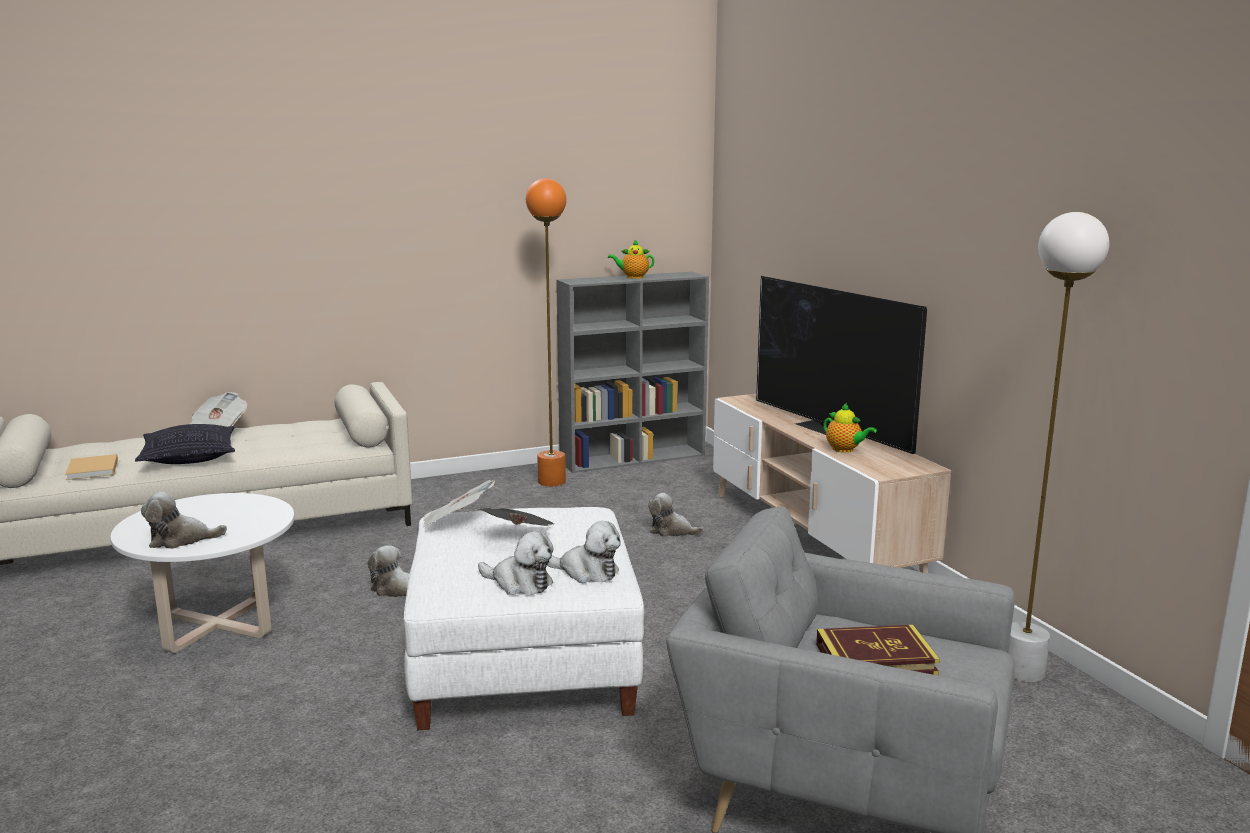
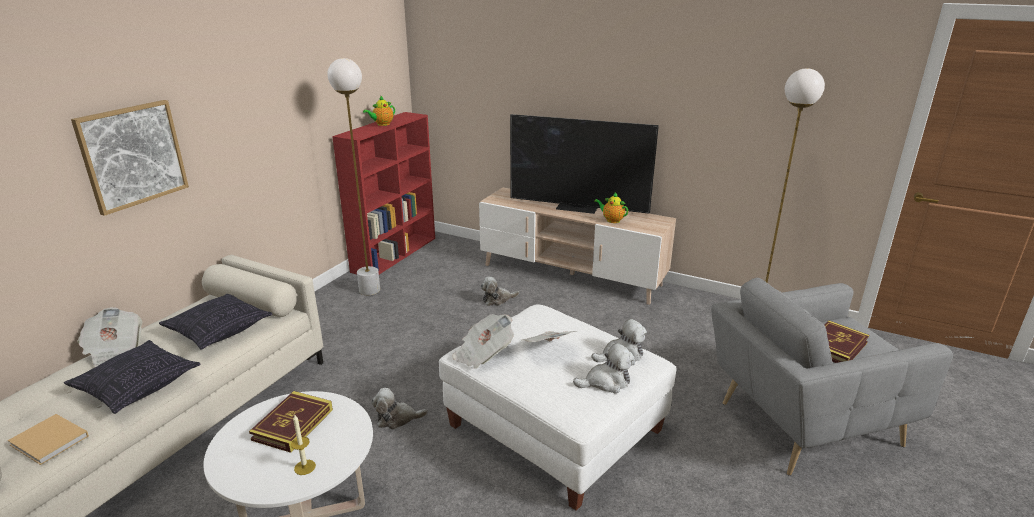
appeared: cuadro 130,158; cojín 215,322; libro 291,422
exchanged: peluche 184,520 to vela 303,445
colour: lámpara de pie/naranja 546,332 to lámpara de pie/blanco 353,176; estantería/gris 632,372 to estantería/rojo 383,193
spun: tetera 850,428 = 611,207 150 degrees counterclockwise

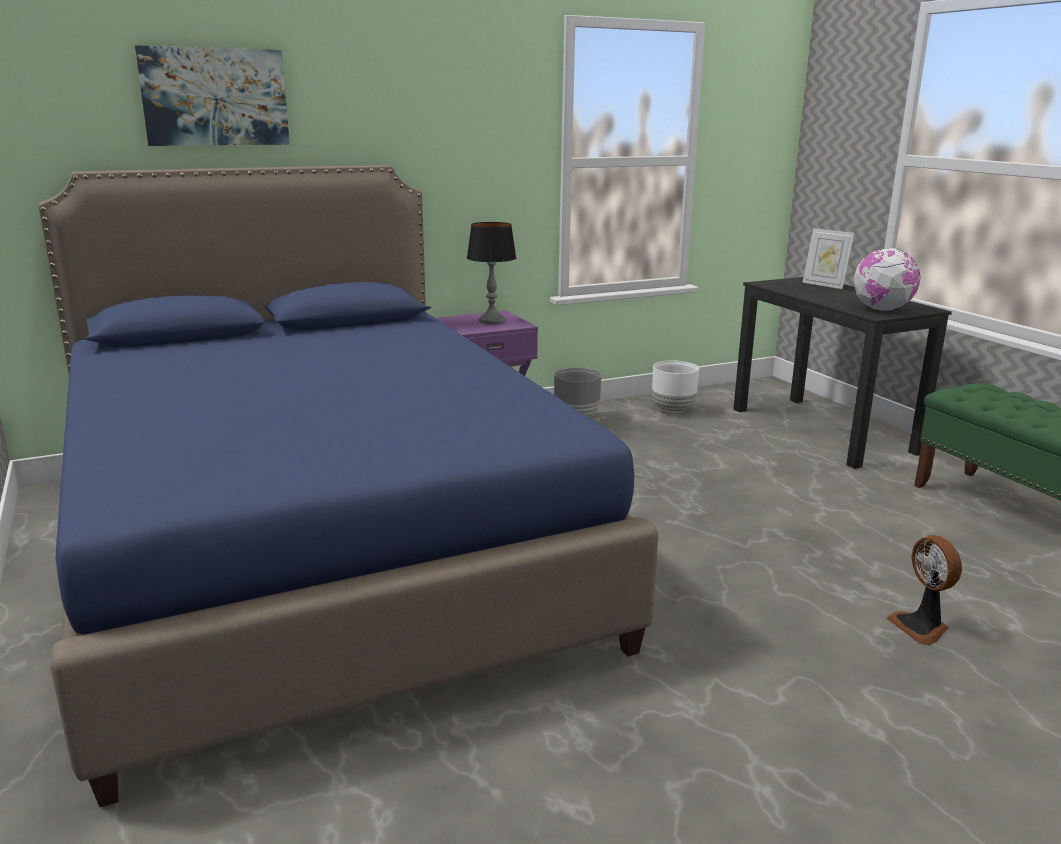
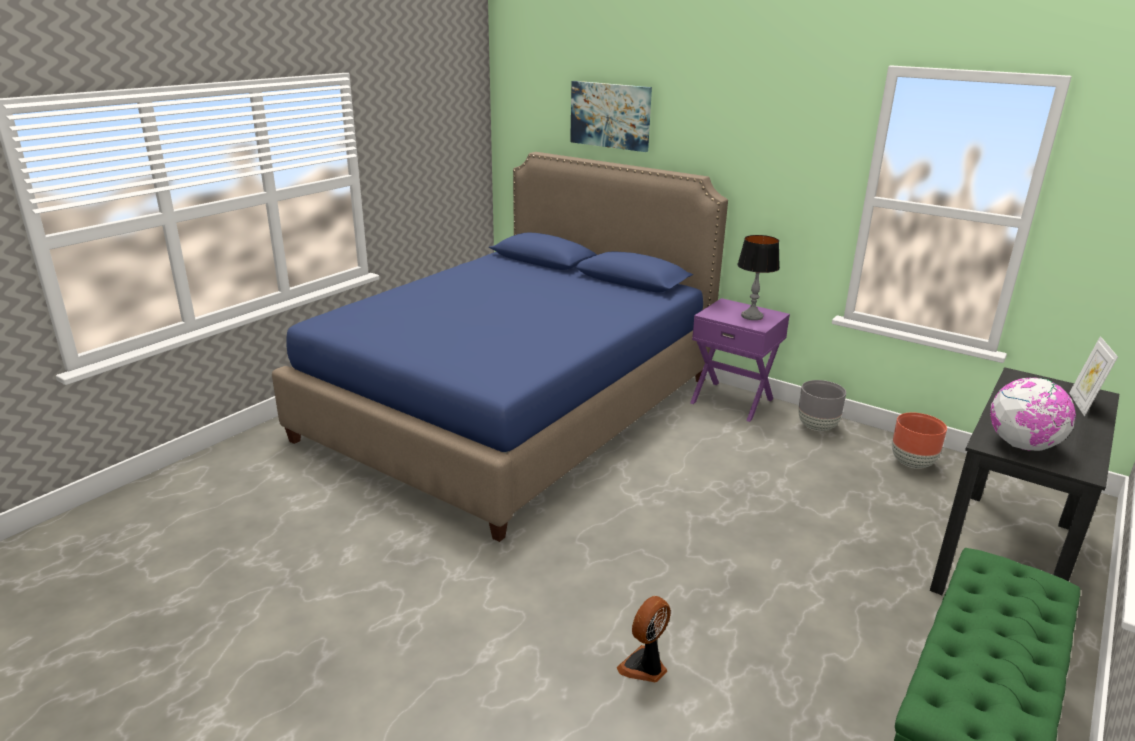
colour: maceta/blanco 675,387 to maceta/marrón 919,440

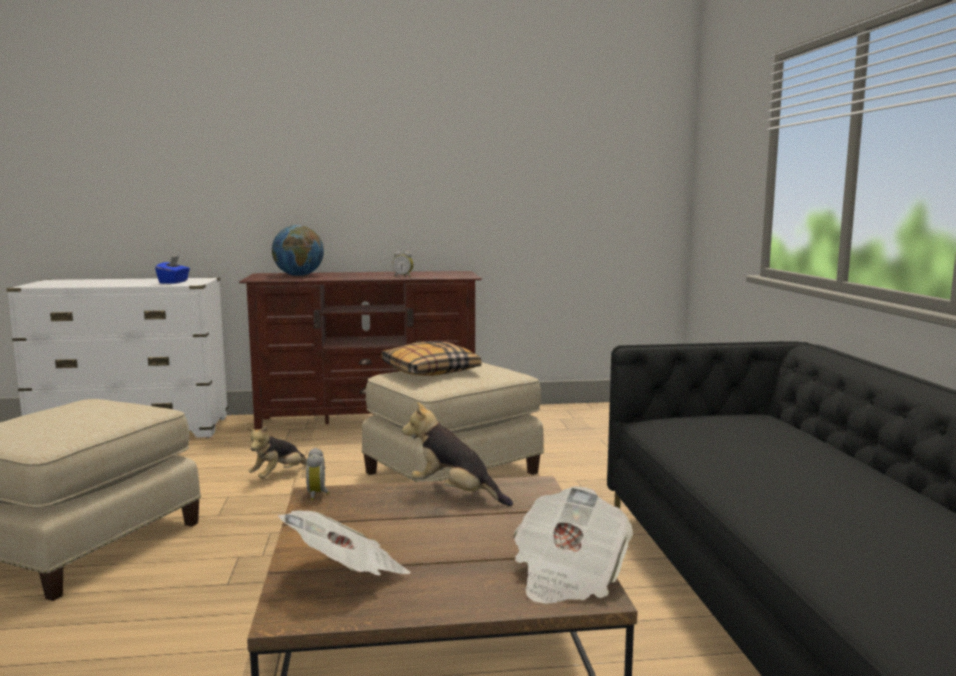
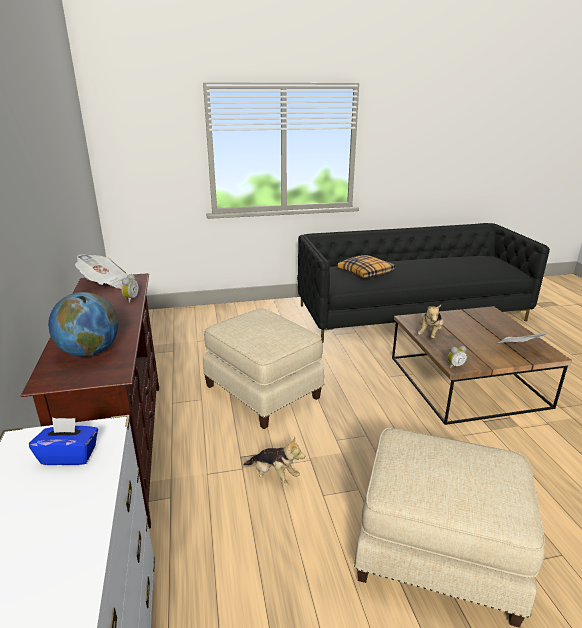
relocated: cojín 431,358 to 366,266; periódico 573,544 to 101,271

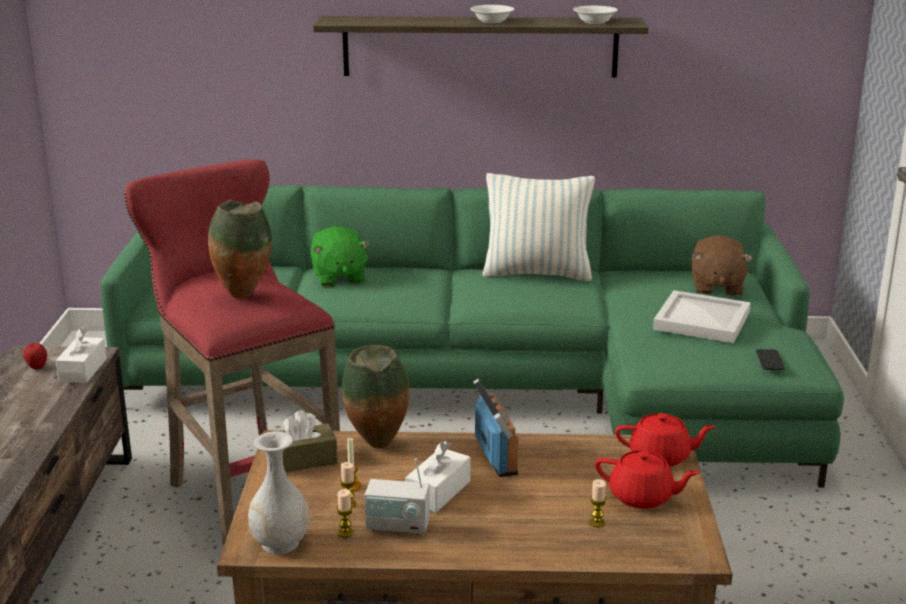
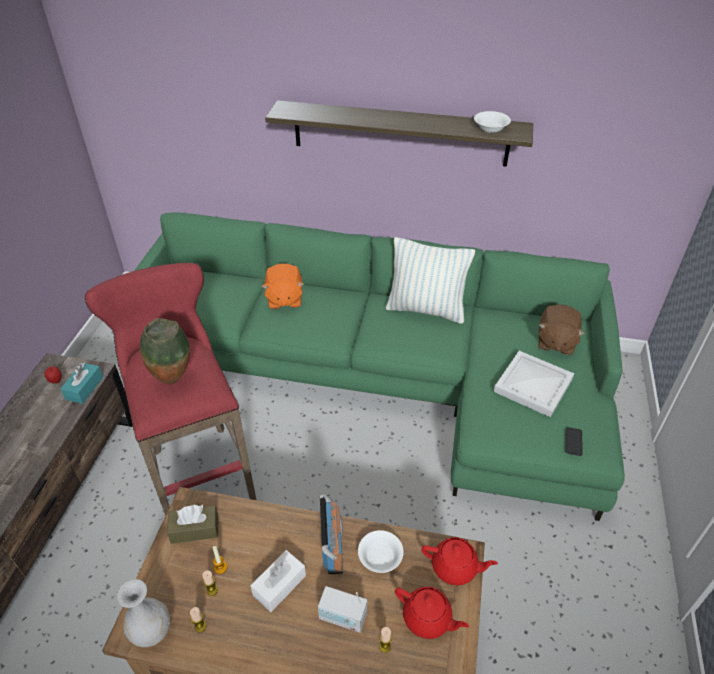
missing: florero 376,397
relocated: radio 397,496 to 342,609; cuenco/blanco 492,14 to 381,551
colour: caja de pañuelos/blanco 81,355 to caja de pañuelos/turquesa 81,383; peluche/verde 340,256 to peluche/naranja 283,286

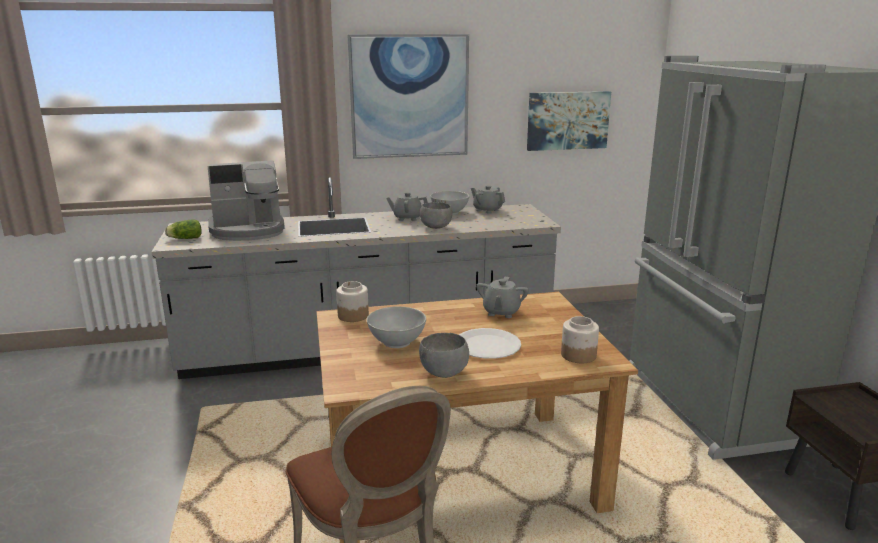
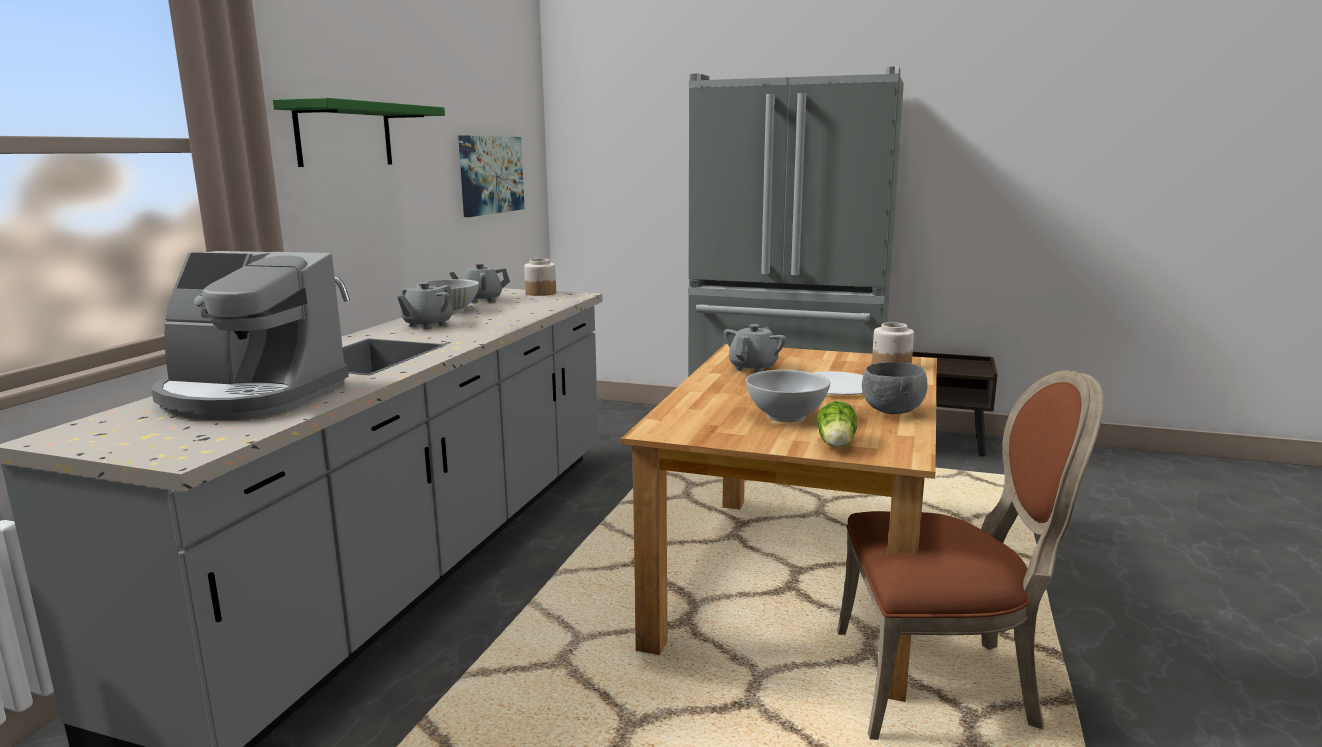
missing: cuenco/gris 436,215
relocated: lechuga 183,229 to 837,424; tarro 352,301 to 540,277
exchanged: cuadro 408,96 to estante/verde 359,132
spun: cafetera 246,200 = 250,335 90 degrees clockwise; tetera/gris 502,297 = 755,348 105 degrees counterclockwise

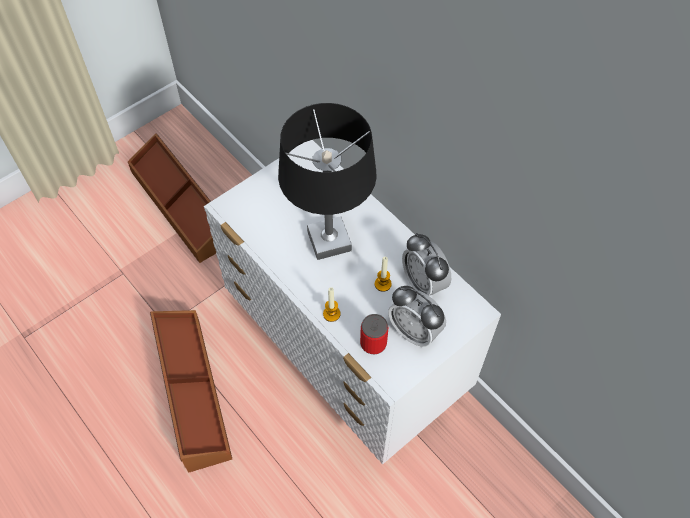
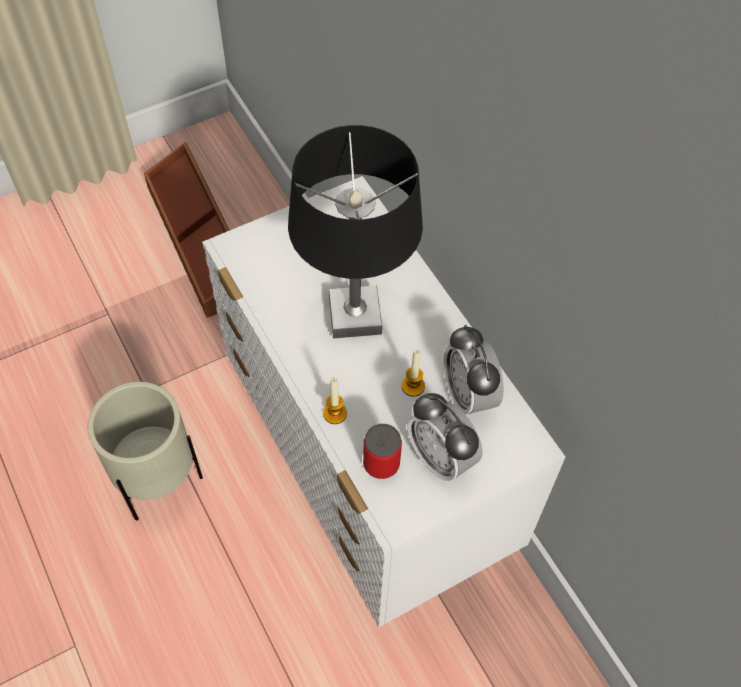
exchanged: caja de almacenaje/marrón 191,391 to maceta/beis 145,451

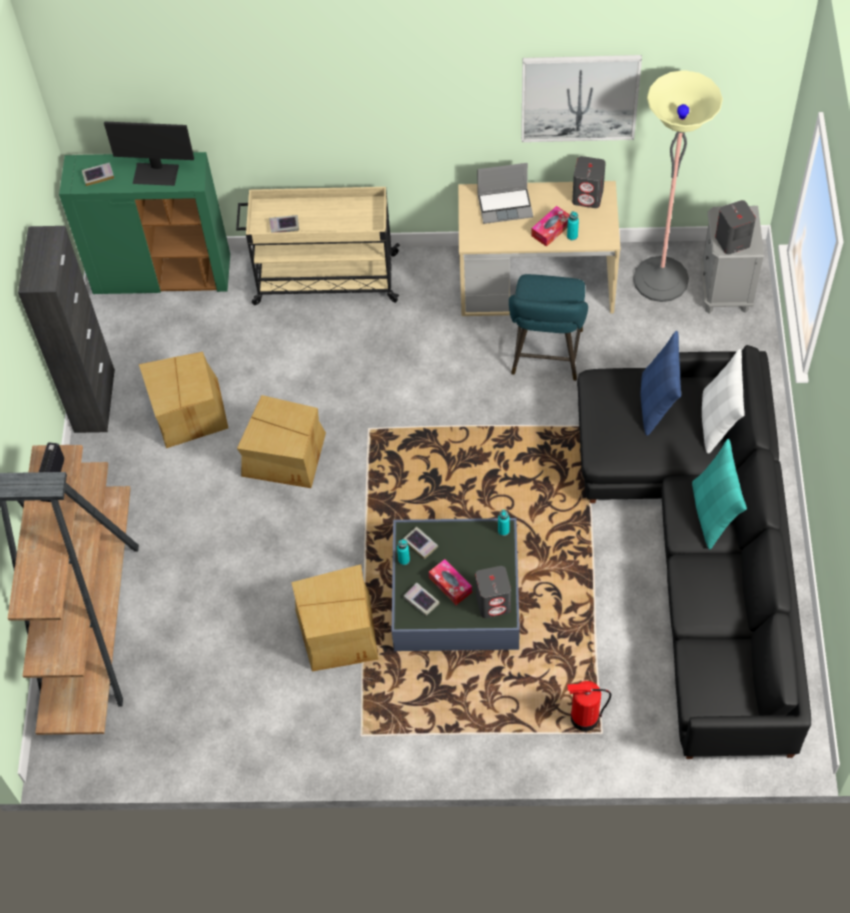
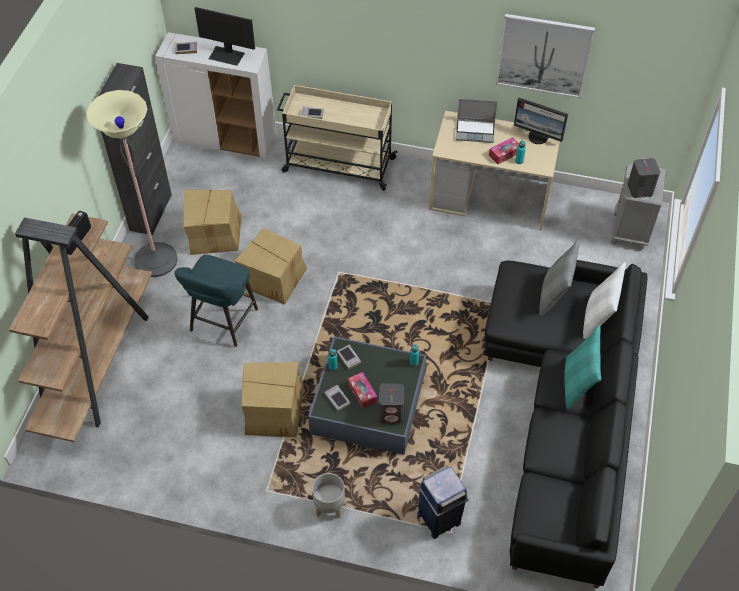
appeared: maceta/gris 328,496
relocated: taburete/turquesa 548,327 to 216,301; lámpara de pie 678,186 to 132,183
exchanged: extintor 589,706 to papelera/azul 443,502; altavoz/gris 589,182 to monitor 541,121
colour: armario/verde 144,223 to armario/blanco 216,95; cojín/azul 661,383 to cojín/gris 559,277

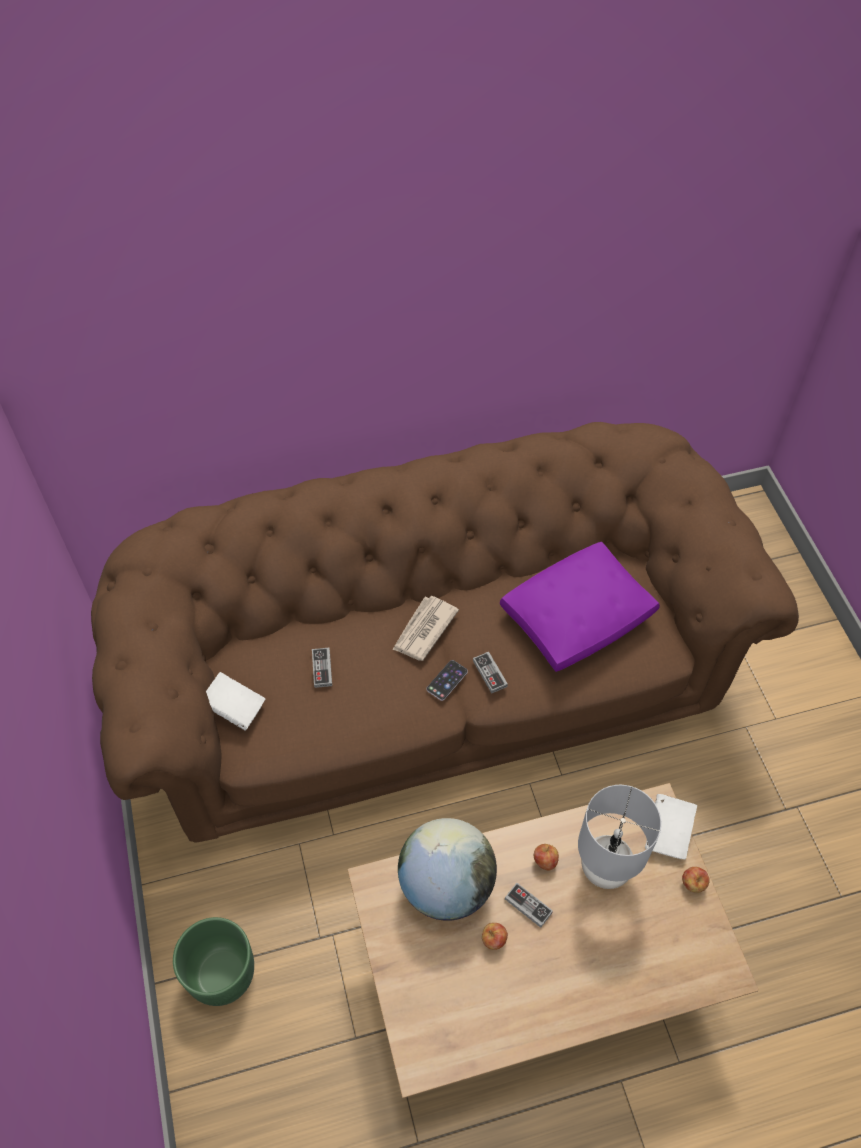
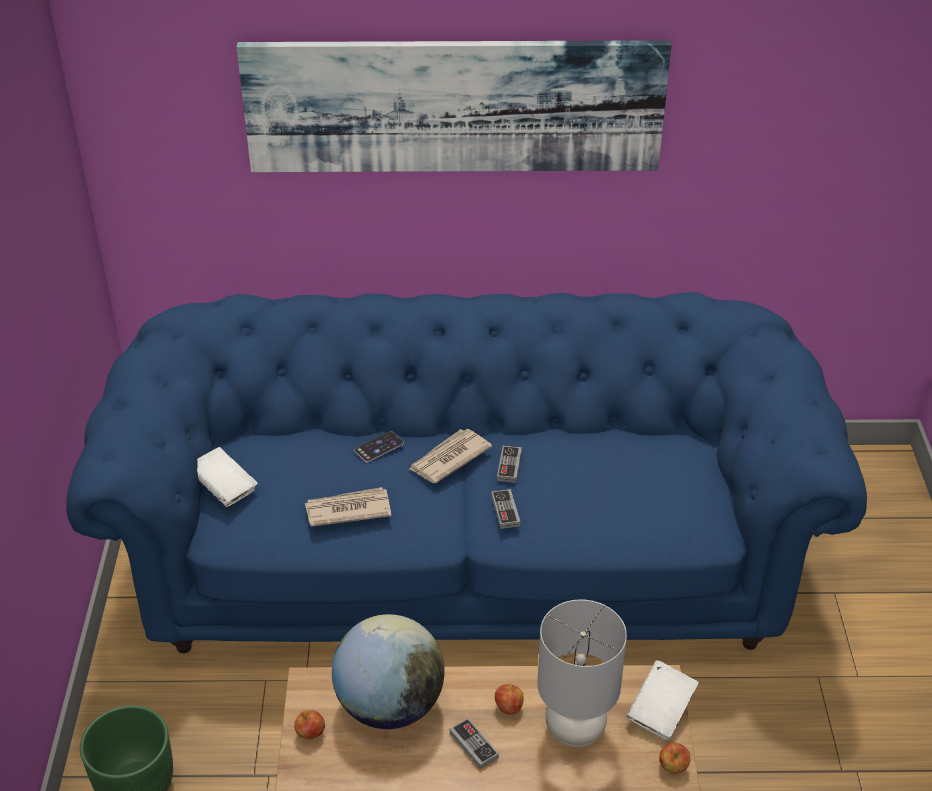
missing: cojín/morado 580,607
appeared: cuadro 453,106; periódico 348,507
relocated: mando de consola 322,668 to 509,464; móvil 447,680 to 379,447; manzana 495,936 to 309,724
colour: sofá/marrón 445,632 to sofá/azul 466,472

